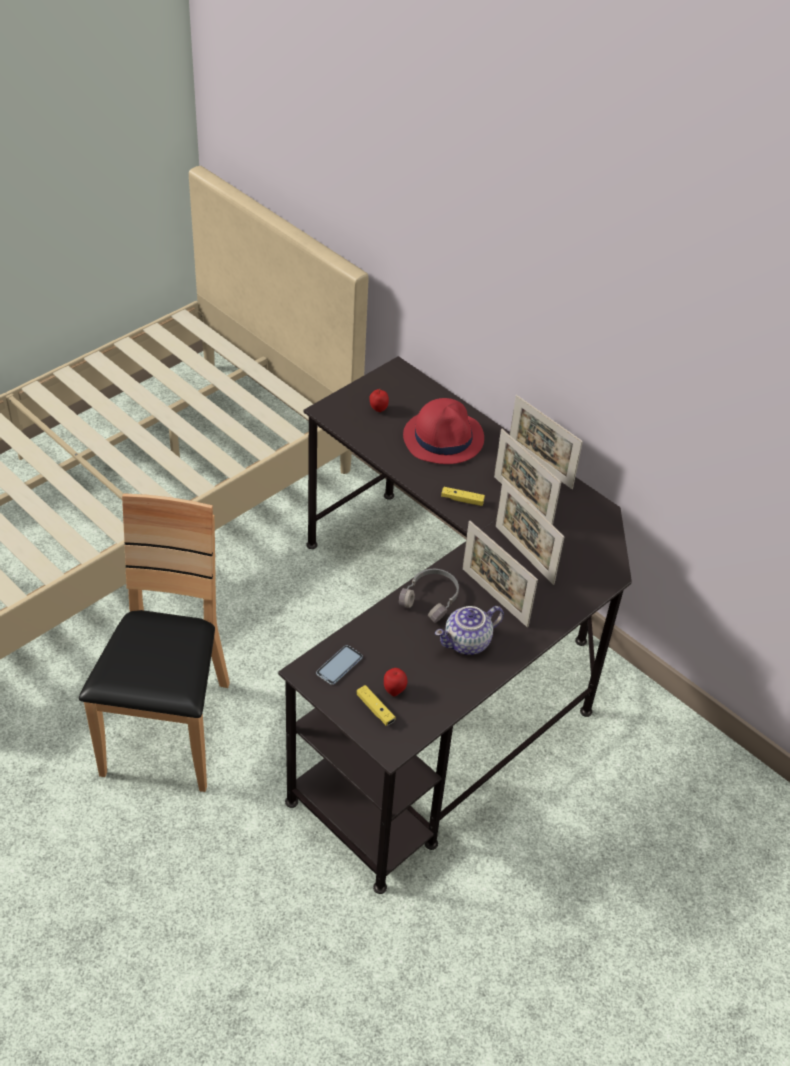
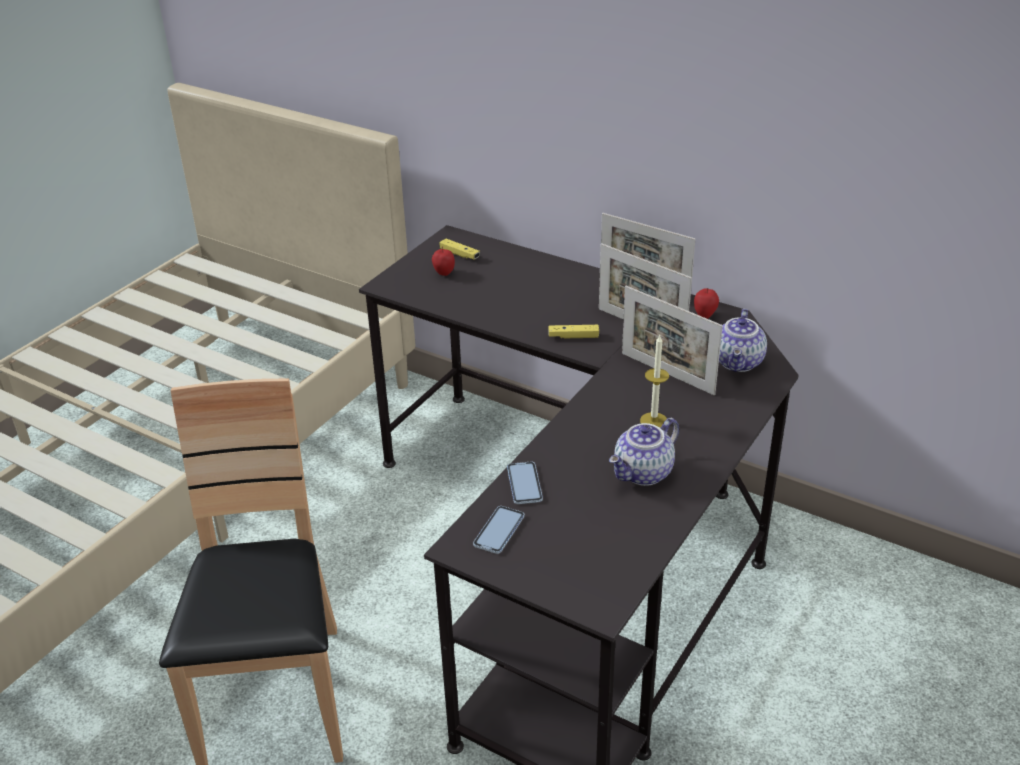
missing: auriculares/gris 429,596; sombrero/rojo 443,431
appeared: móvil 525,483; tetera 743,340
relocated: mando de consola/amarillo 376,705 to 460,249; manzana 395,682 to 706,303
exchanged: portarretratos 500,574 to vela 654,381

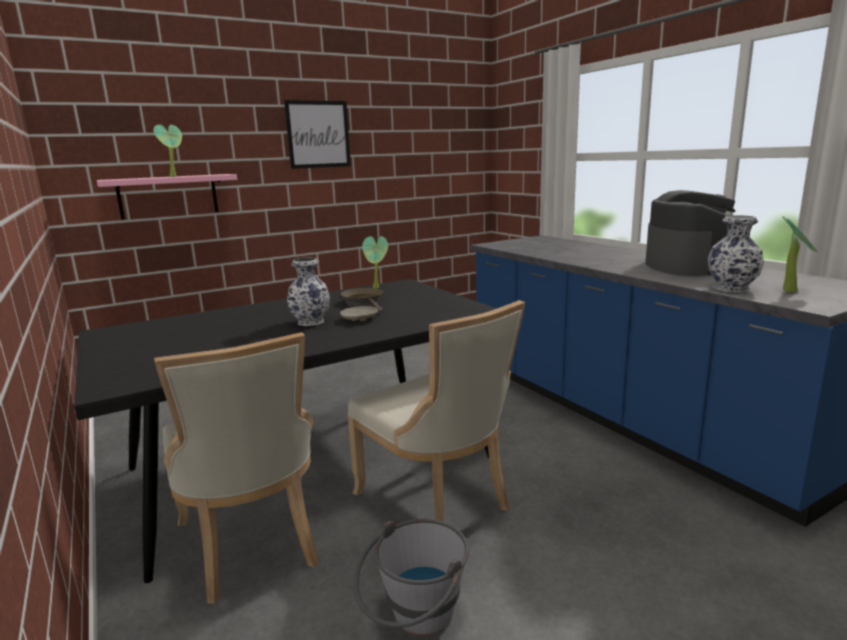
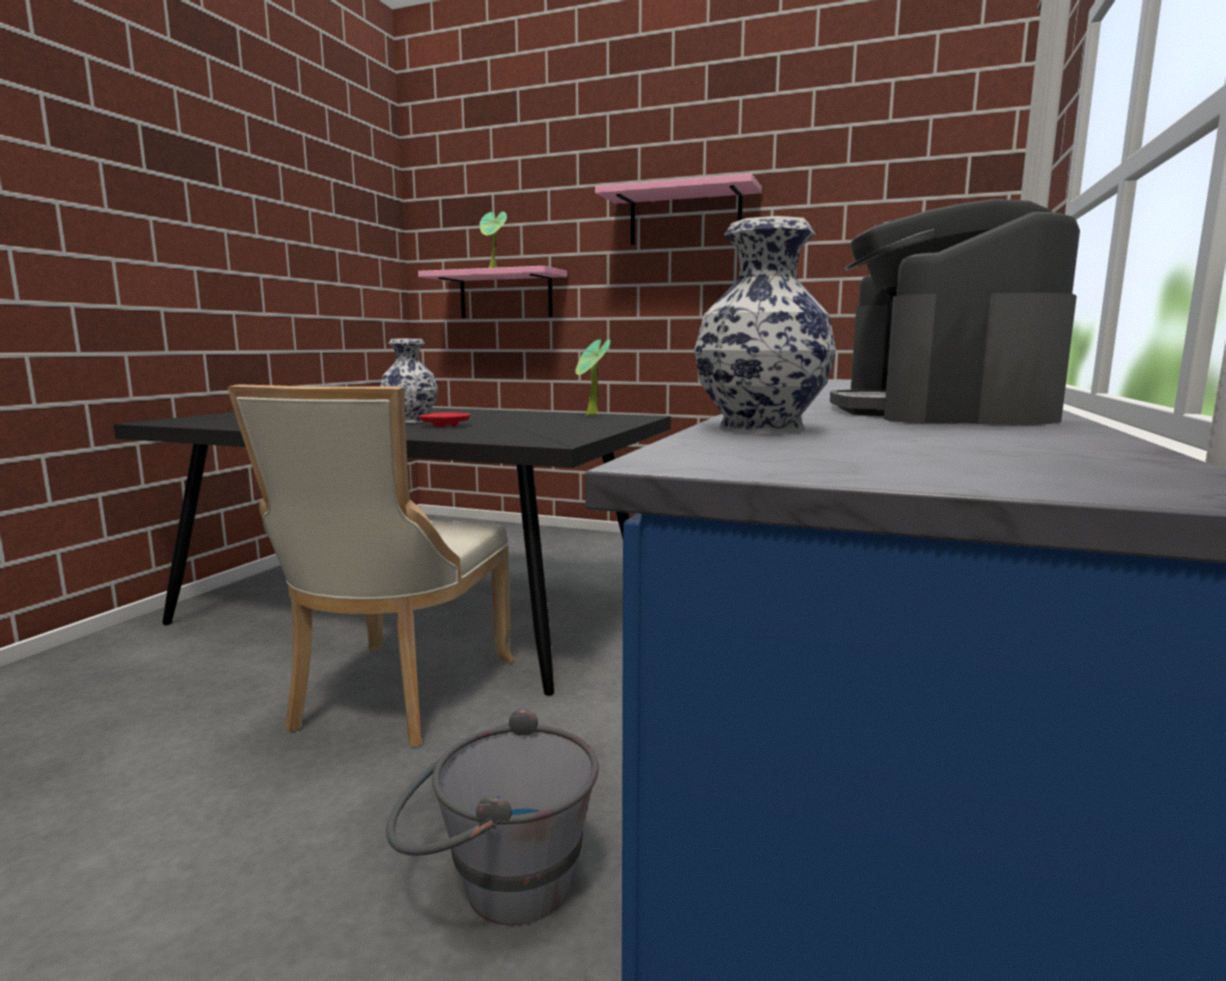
missing: silla/beis 236,468; sartén/marrón 362,300; planta en maceta 799,254
relocated: cubo/gris 411,577 to 492,817
exchanged: cuadro 317,134 to estante/rosa 678,209
colour: plato/beis 359,313 to plato/rojo 444,419
spun: cafetera 690,233 = 955,312 135 degrees clockwise

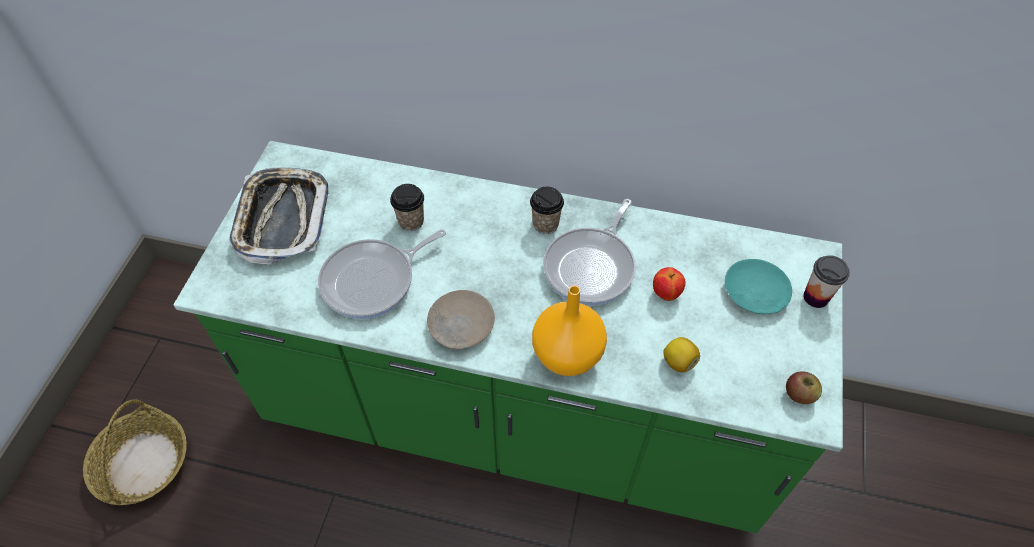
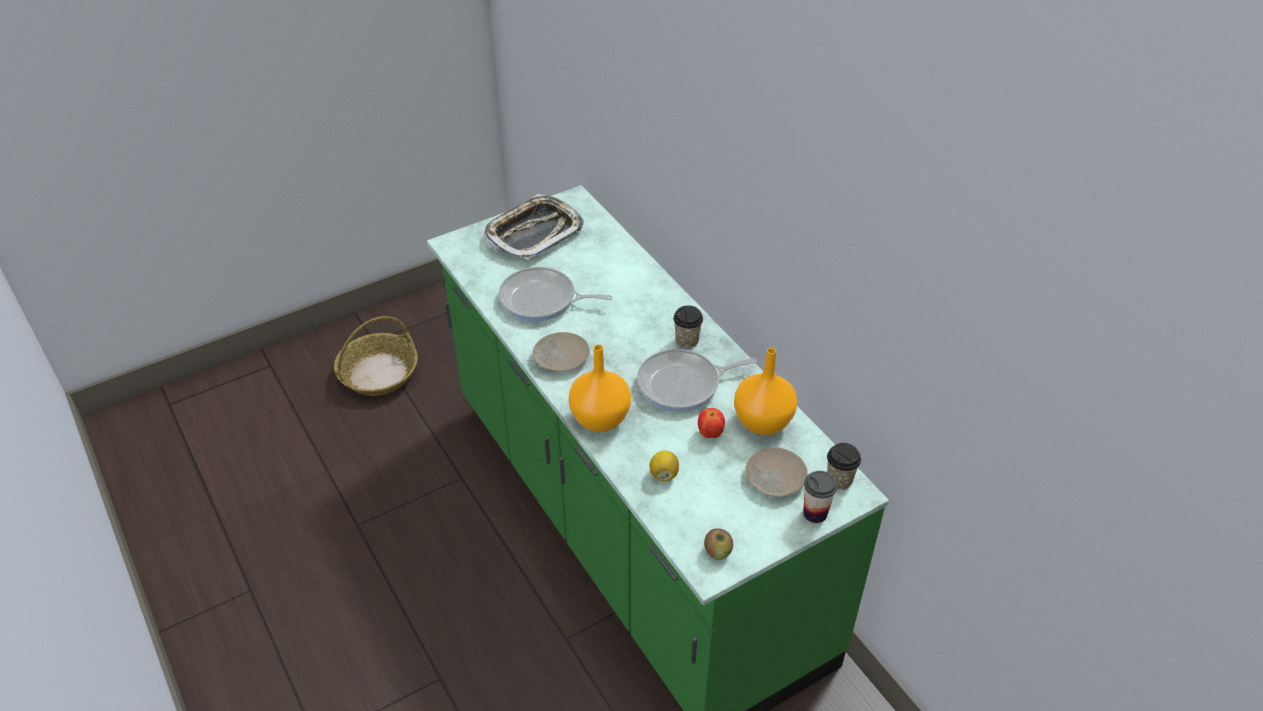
appeared: florero/naranja 765,391
relocated: taza 407,207 to 844,466
colour: plato/turquesa 758,286 to plato/beis 776,472

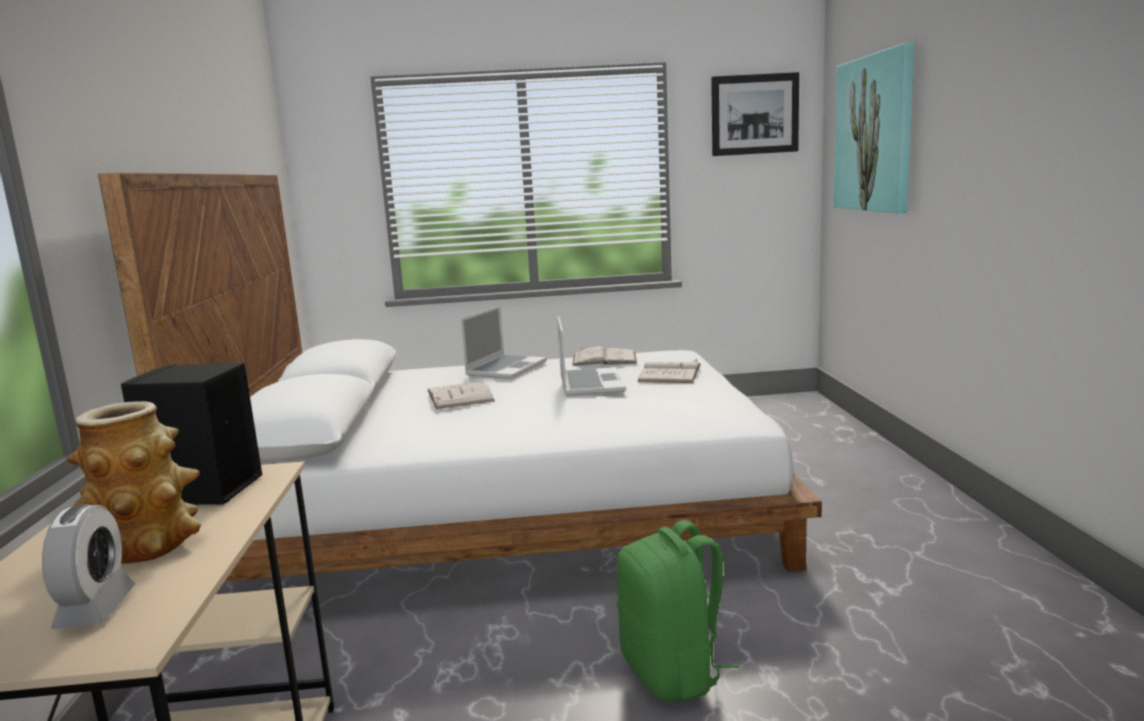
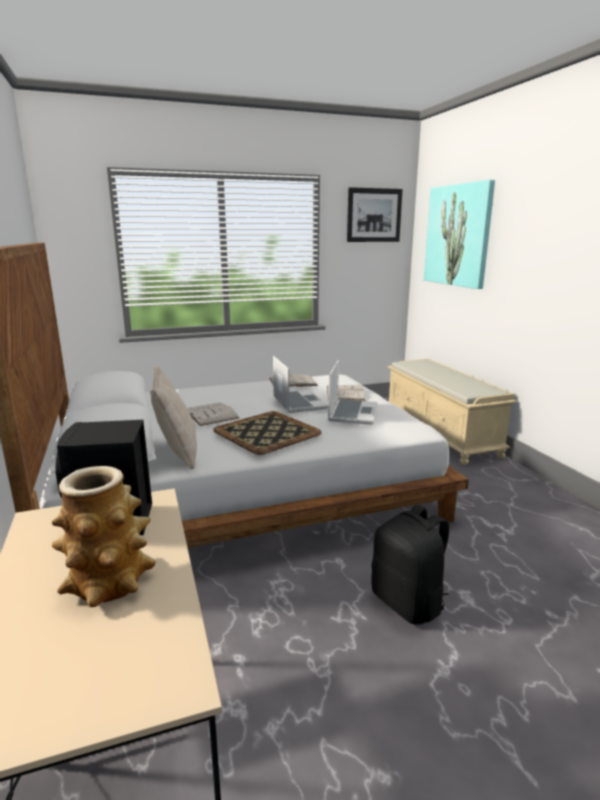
missing: despertador 88,566
appeared: cojín/beis 173,418; bandeja 267,433; banco/beis 452,412
relocated: portátil 504,342 to 353,392
colour: mochila/verde 678,611 to mochila/negro 410,564

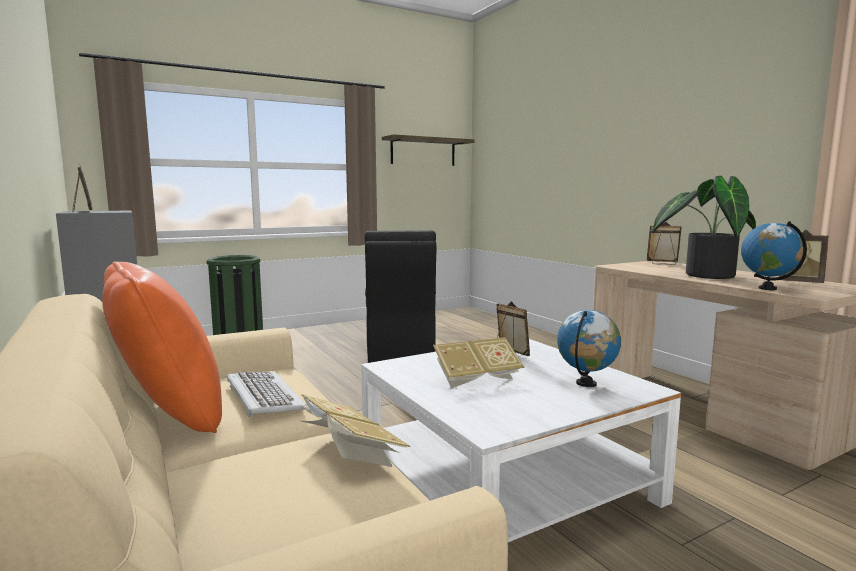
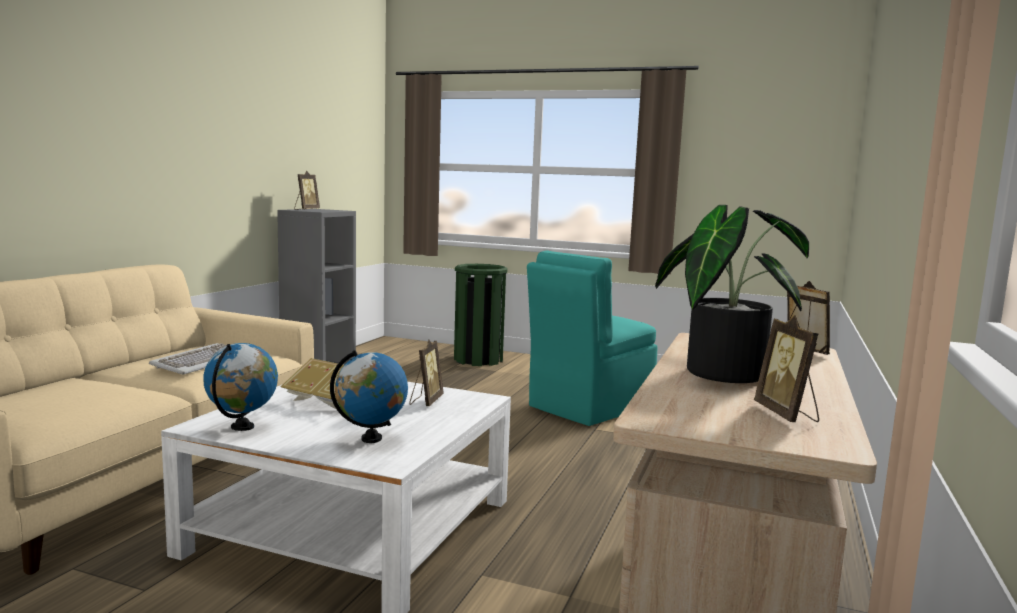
missing: cojín/naranja 162,347; libro 355,430; estante 428,150
relocated: globo terráqueo 774,255 to 240,387
colour: silla/negro 400,296 to silla/turquesa 592,338

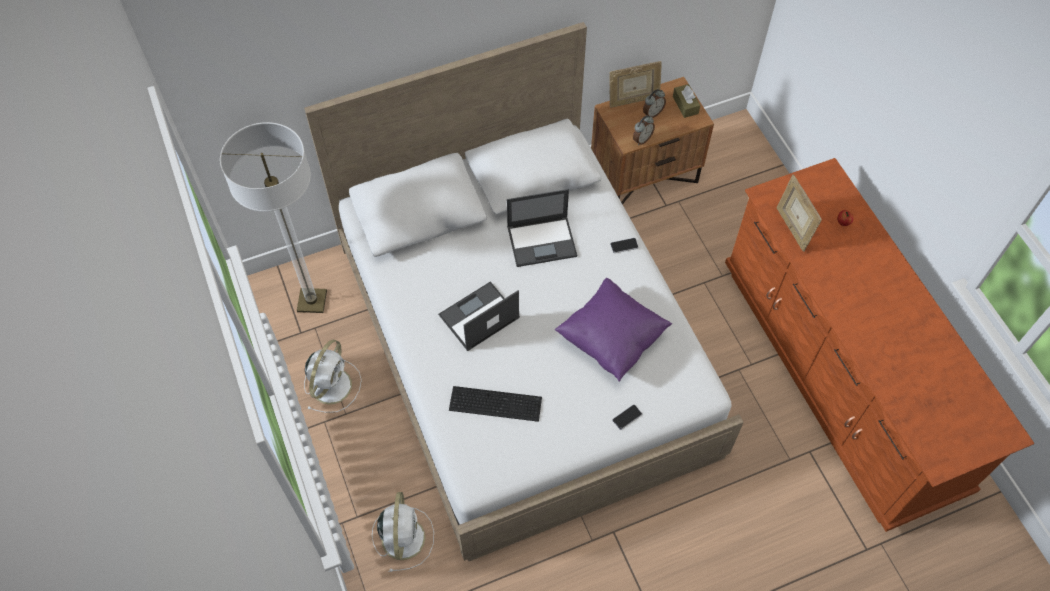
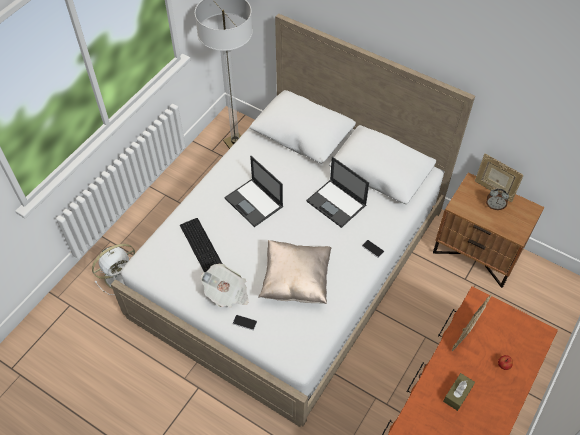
missing: ventilador/blanco 333,376; despertador 644,130
appeared: periódico 225,286
relocated: caja de pañuelos/marrón 686,101 to 459,392
colour: cojín/morado 613,330 to cojín/beis 295,272
spun: portátil 479,316 = 254,191 150 degrees counterclockwise

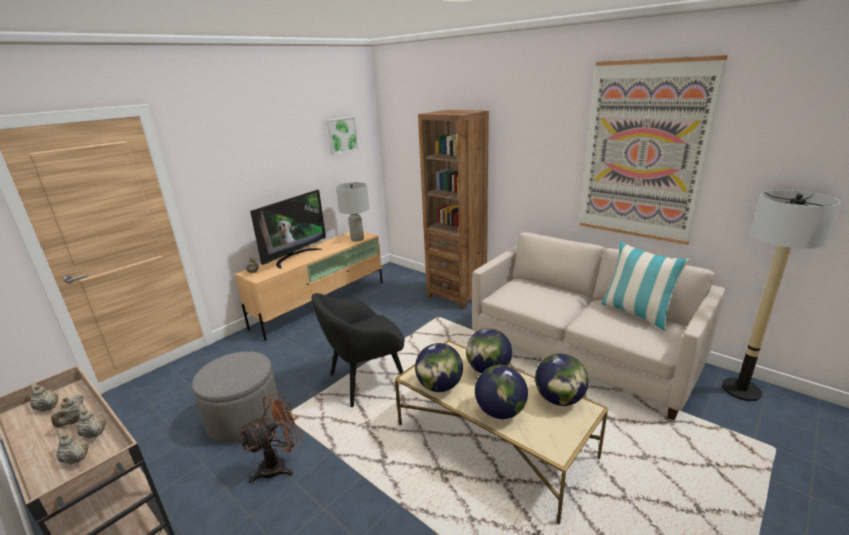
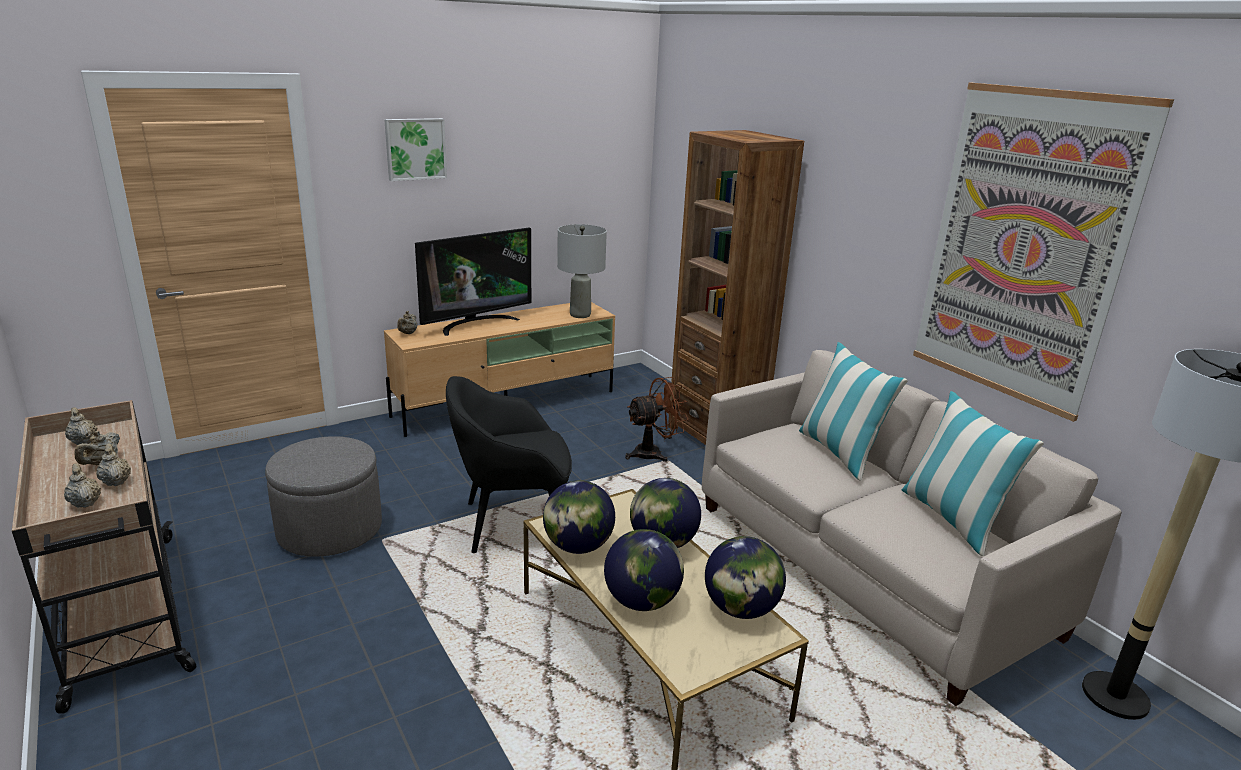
appeared: cojín 853,411
relocated: ventilador/marrón 271,437 to 656,419; cuadro 343,136 to 415,149

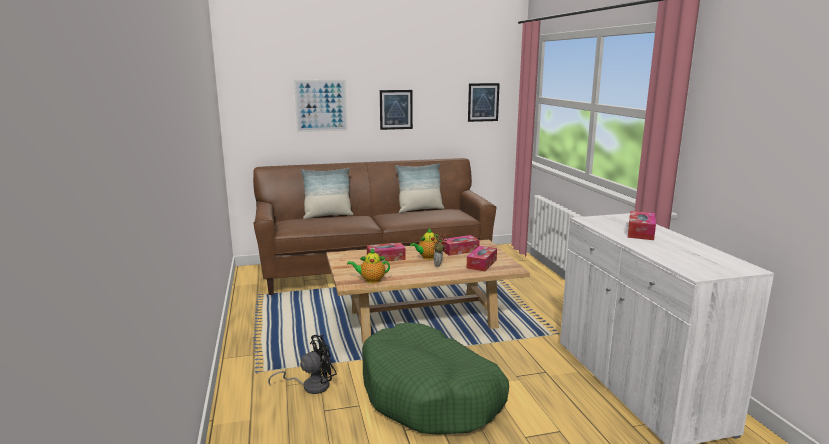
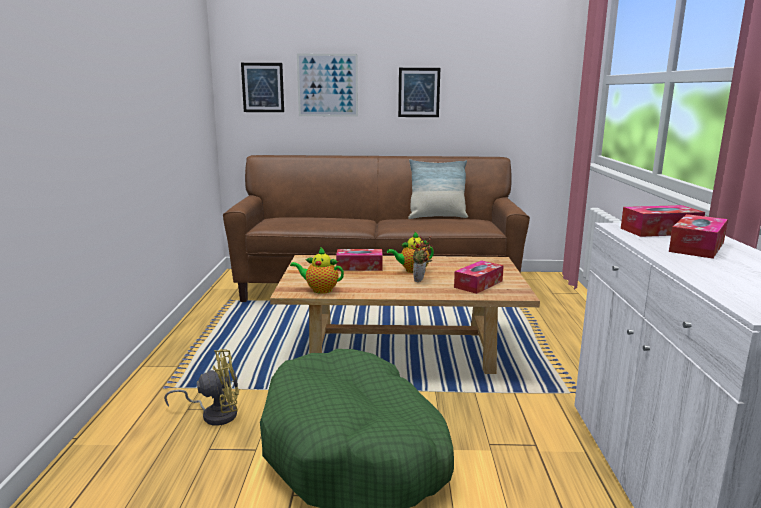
missing: cojín 327,193
relocated: caja de pañuelos 461,245 to 663,221; cuadro 484,102 to 262,87
colour: ventilador/negro 302,364 to ventilador/amarillo 201,387

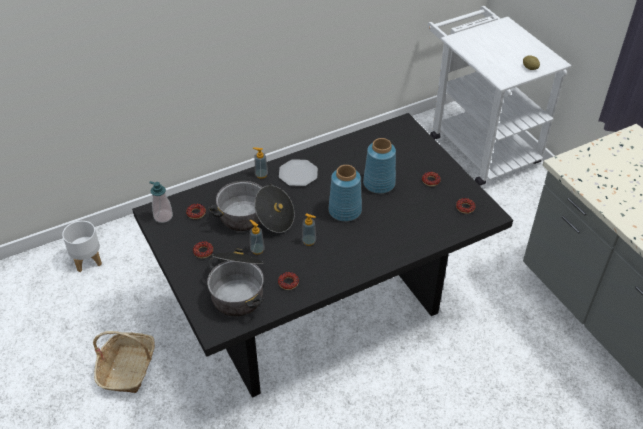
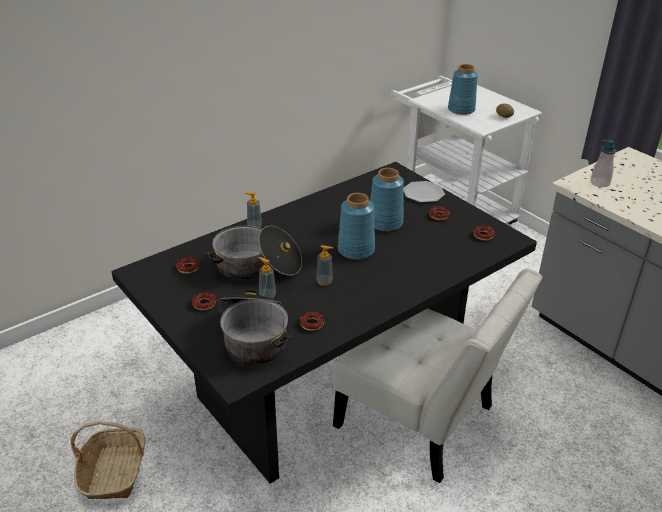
missing: maceta/blanco 82,246
appeared: silla/blanco 437,375; florero/azul 463,89
relocated: dispensador de jabón 161,202 to 603,163; plato 298,172 to 424,192

